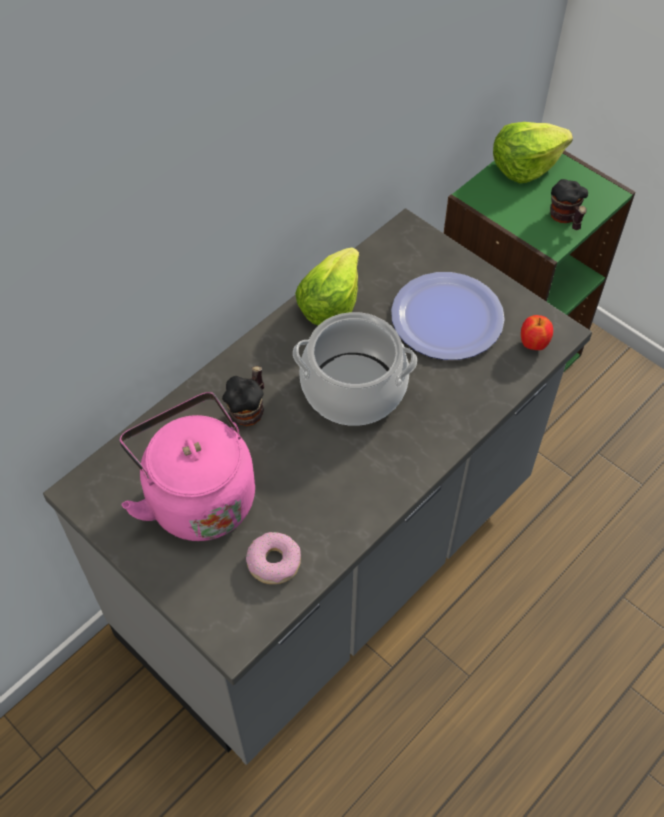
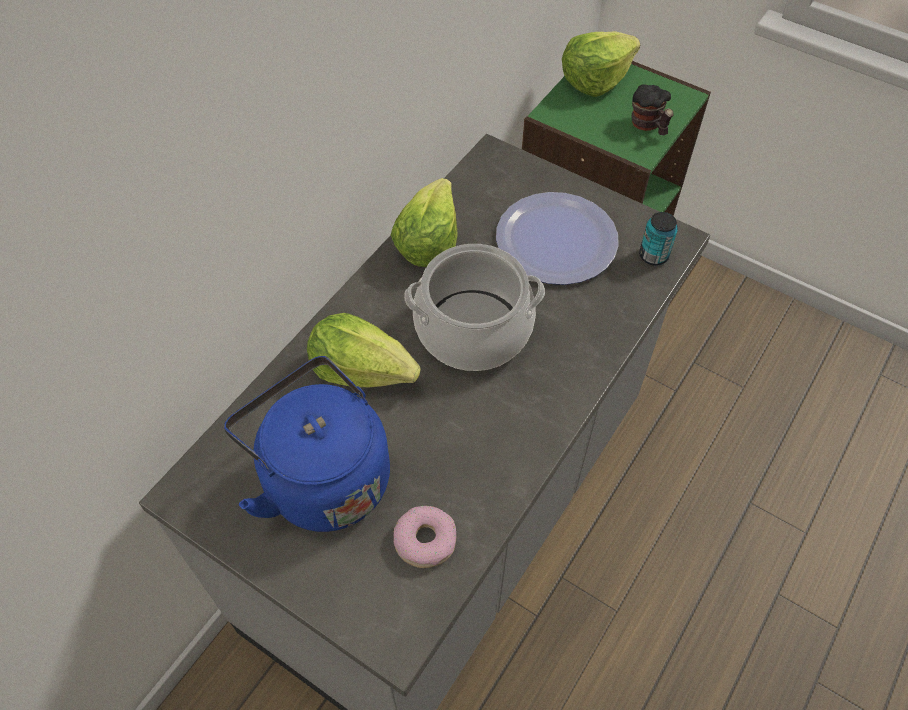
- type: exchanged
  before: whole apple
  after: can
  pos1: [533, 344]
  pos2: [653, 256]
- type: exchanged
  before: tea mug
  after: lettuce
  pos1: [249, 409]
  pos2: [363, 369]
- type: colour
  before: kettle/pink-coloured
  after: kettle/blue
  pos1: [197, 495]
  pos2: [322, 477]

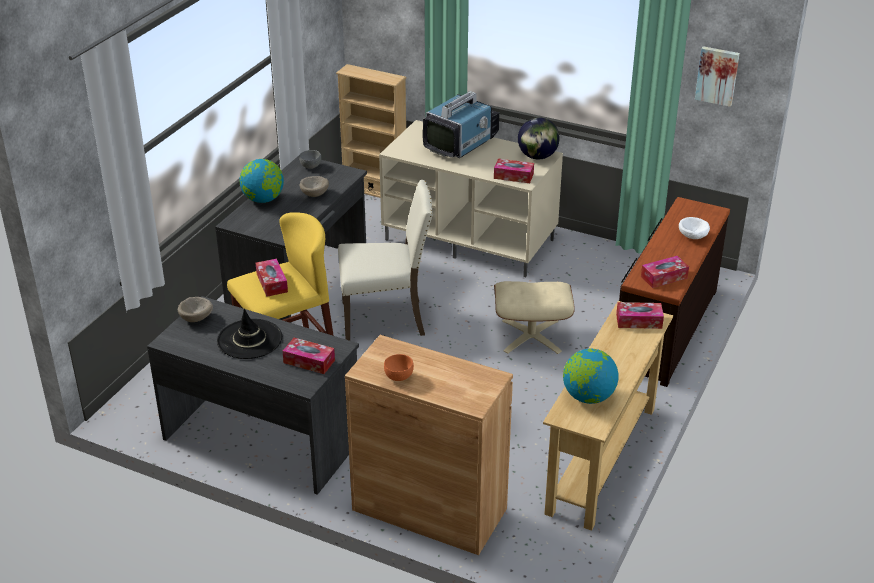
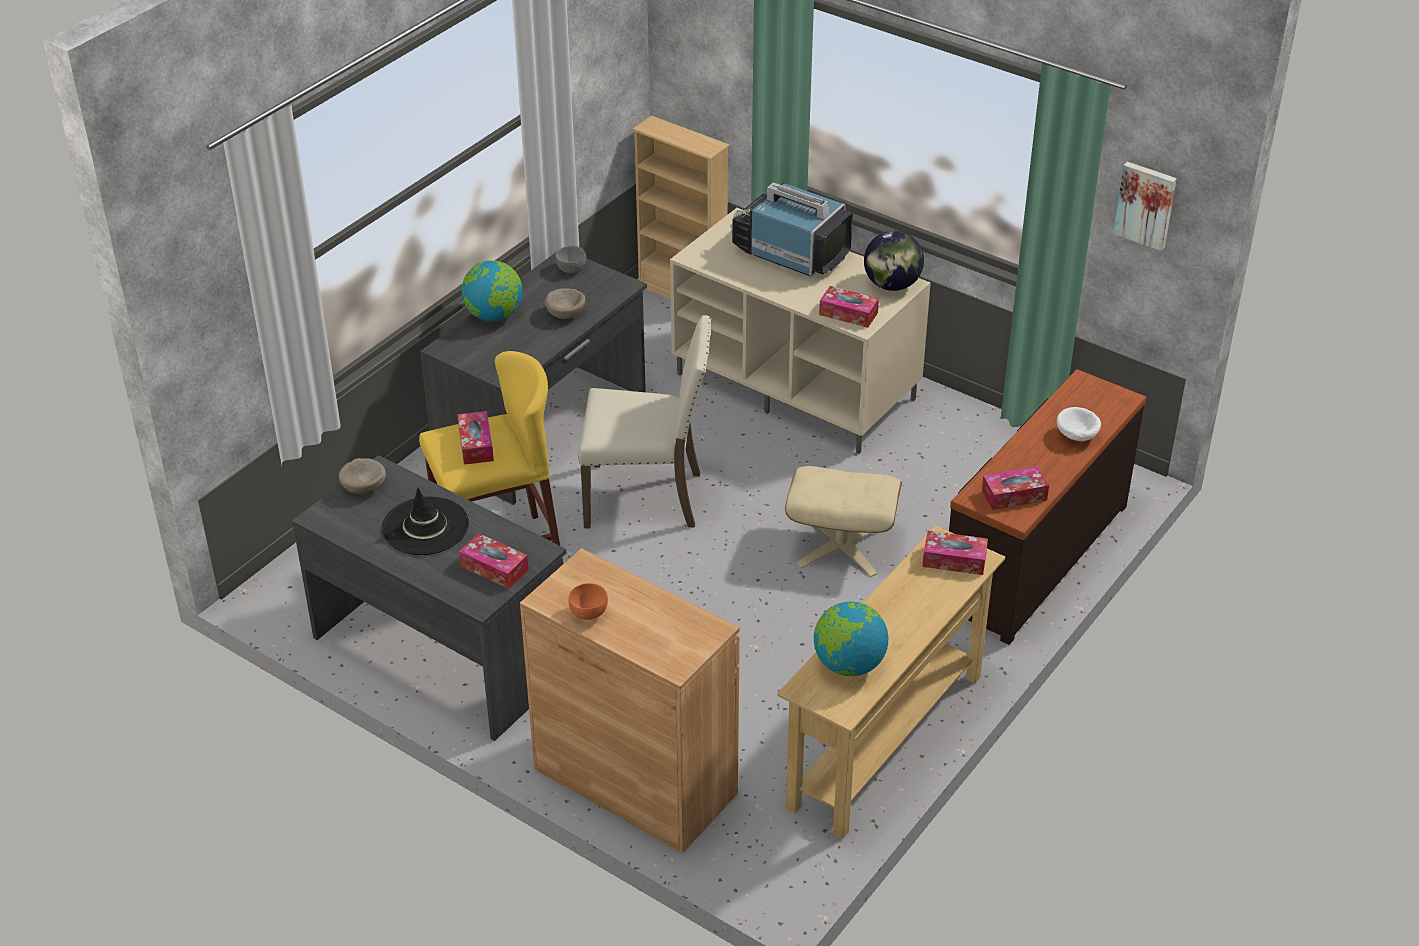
- type: spun
  before: TV set
  pos1: [461, 143]
  pos2: [790, 253]
  turn: -105

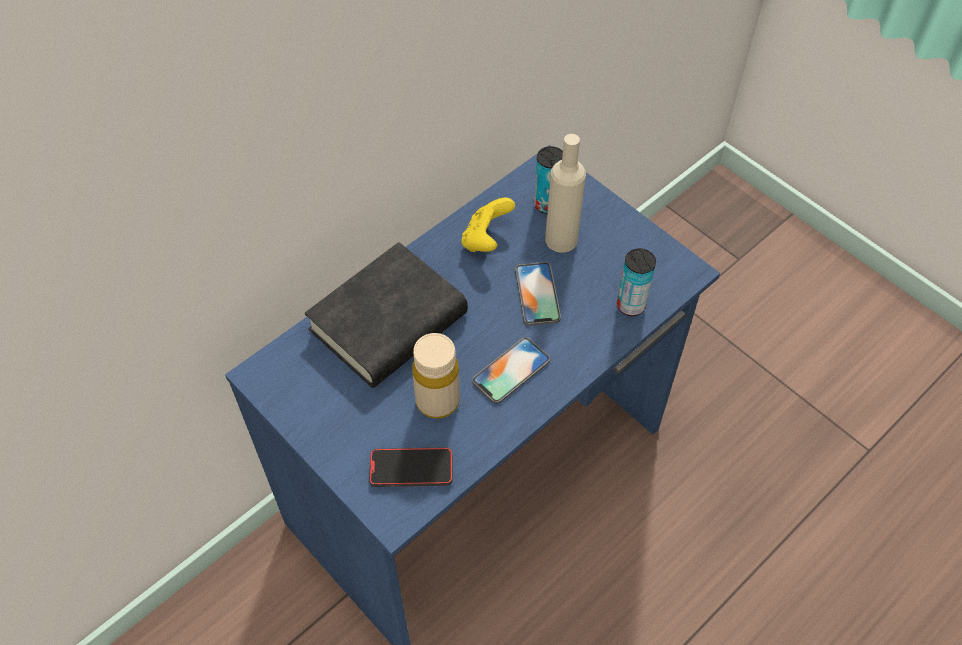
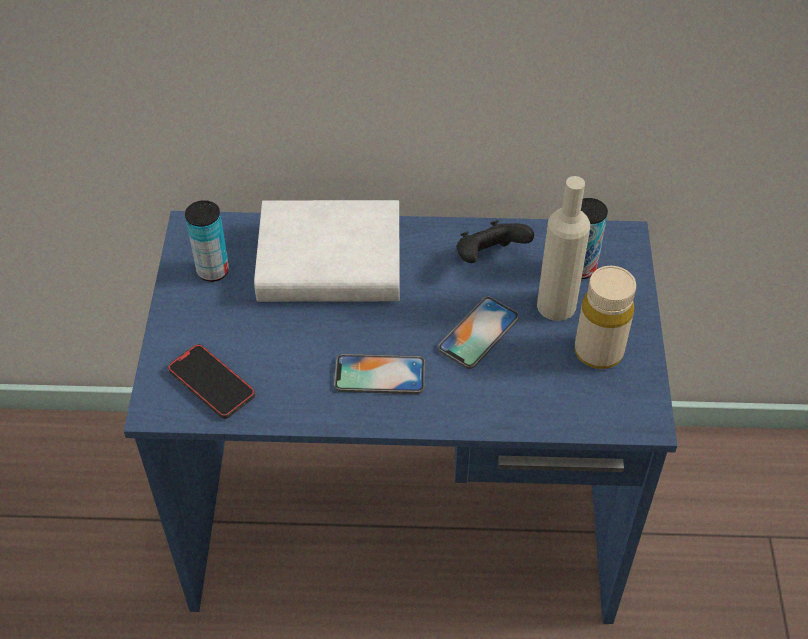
- type: colour
  before: joypad/yellow
  after: joypad/black-coloured
  pos1: [486, 239]
  pos2: [489, 258]
- type: colour
  before: bound book/black-coloured
  after: bound book/whitish
  pos1: [388, 322]
  pos2: [330, 263]
- type: relocated
  before: can
  pos1: [630, 305]
  pos2: [213, 270]
- type: relocated
  before: bottle/beige
  pos1: [437, 401]
  pos2: [598, 351]

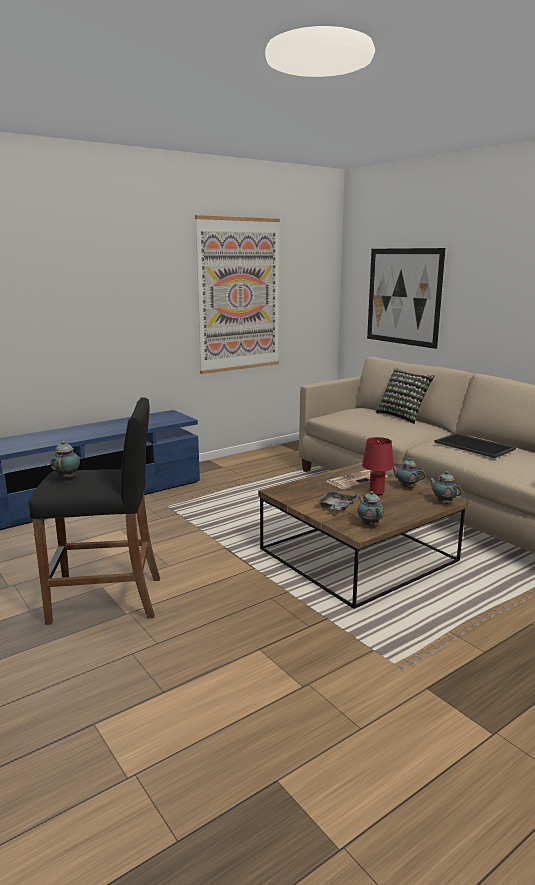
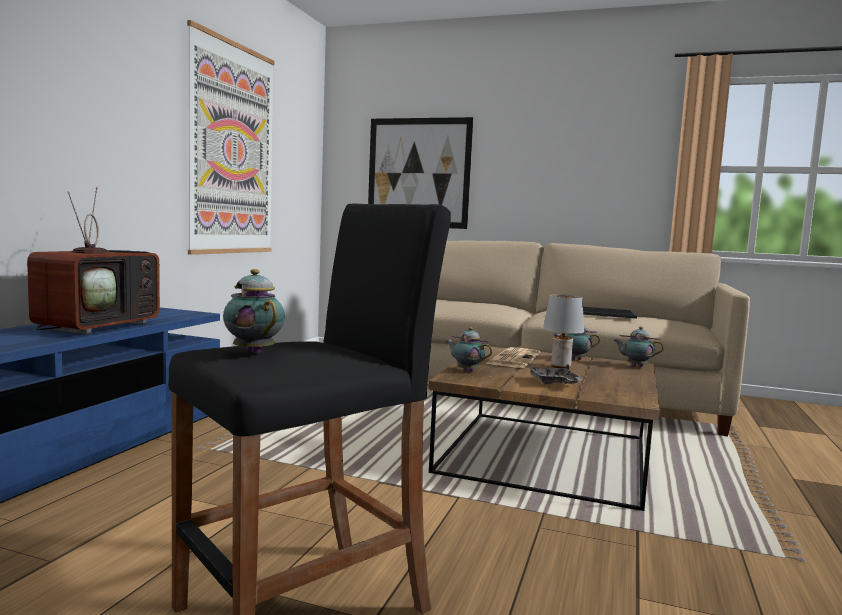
- type: missing
  before: pillow
  pos1: [403, 416]
- type: colour
  before: table lamp/reddish
  after: table lamp/grey
  pos1: [376, 493]
  pos2: [561, 367]
- type: relocated
  before: tea pot
  pos1: [369, 524]
  pos2: [466, 371]
- type: appeared
  after: TV set
  pos2: [98, 326]

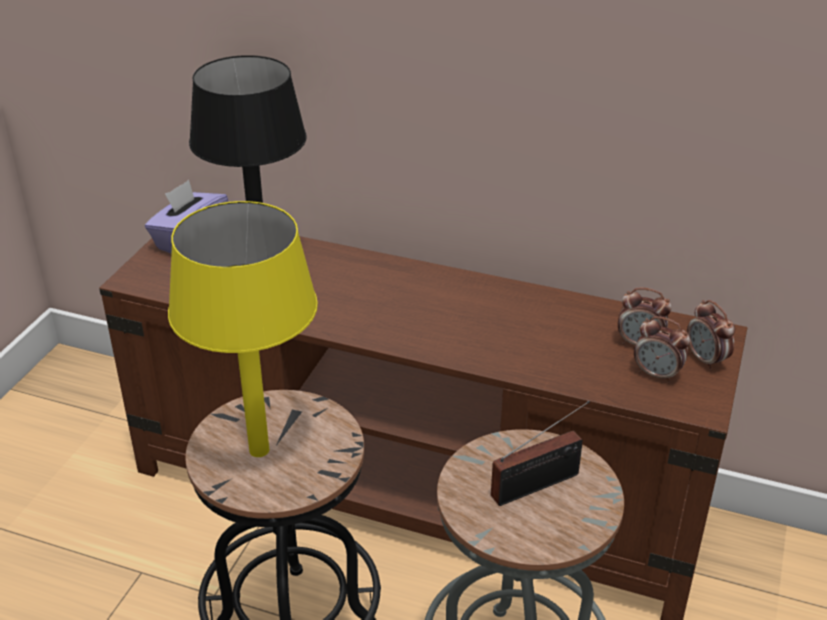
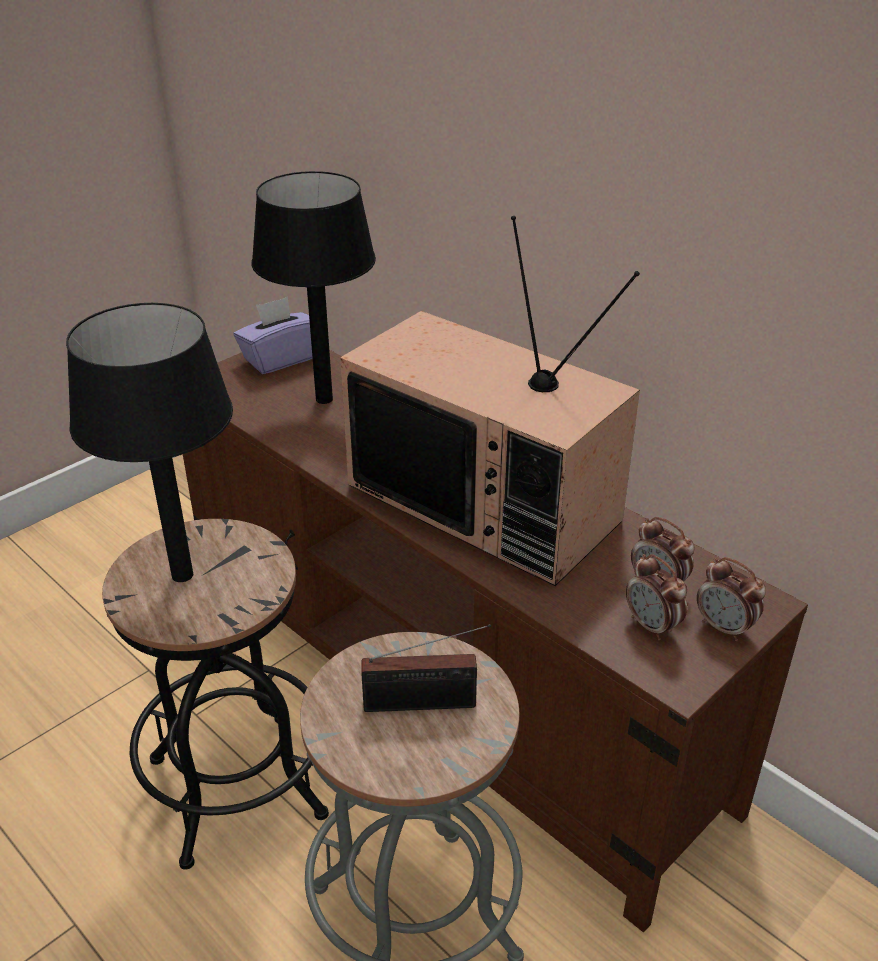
- type: colour
  before: table lamp/yellow
  after: table lamp/black-coloured
  pos1: [259, 449]
  pos2: [183, 574]
- type: spun
  before: alarm clock
  pos1: [706, 360]
  pos2: [724, 628]
  turn: -45
- type: appeared
  after: TV set
  pos2: [489, 502]

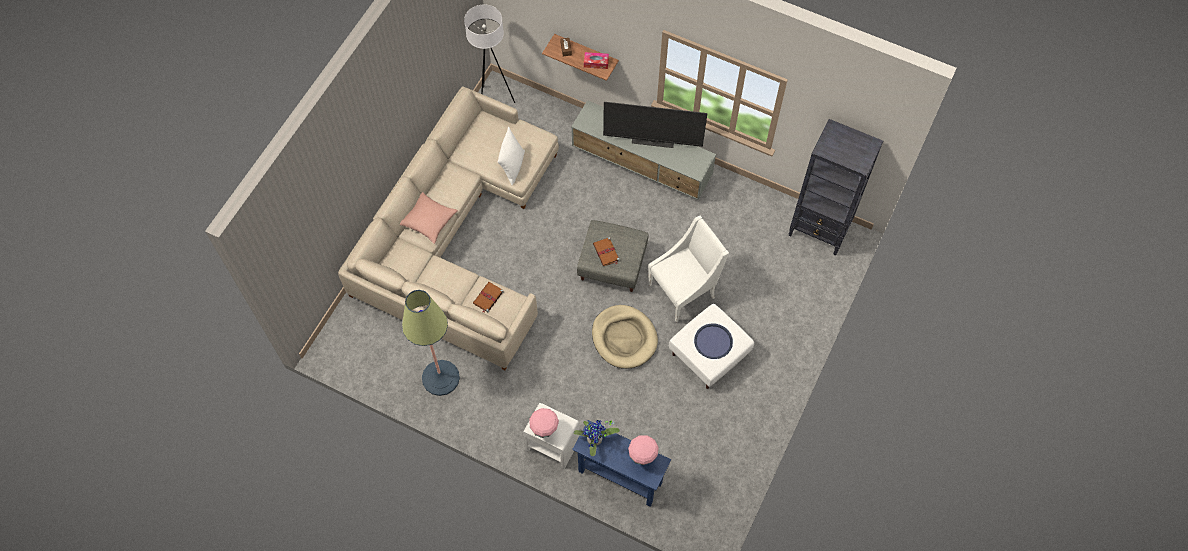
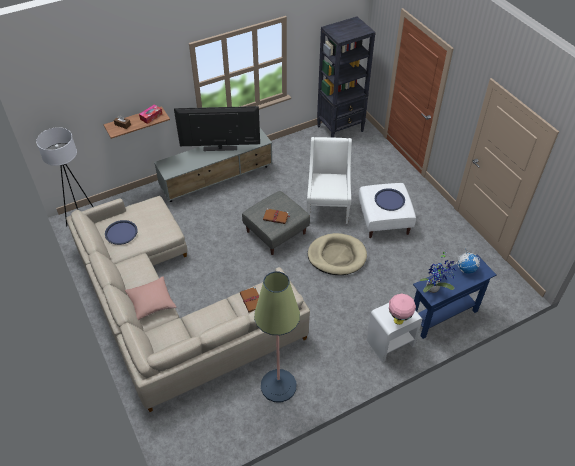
- type: spun
  before: TV set
  pos1: [652, 142]
  pos2: [220, 148]
  turn: -135
- type: missing
  before: pillow/whitish
  pos1: [512, 167]
- type: exchanged
  before: table lamp/pink-coloured
  after: desk globe
  pos1: [642, 458]
  pos2: [466, 269]
- type: appeared
  after: serving tray/blue
  pos2: [121, 233]

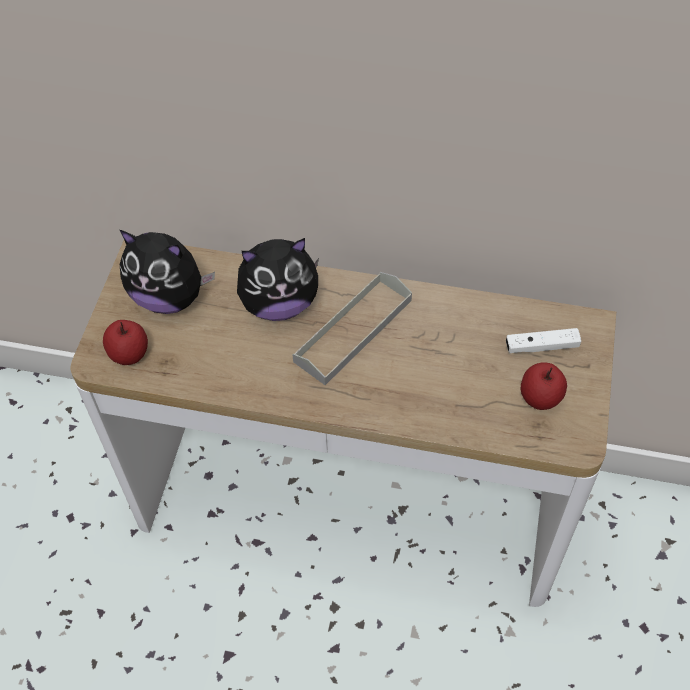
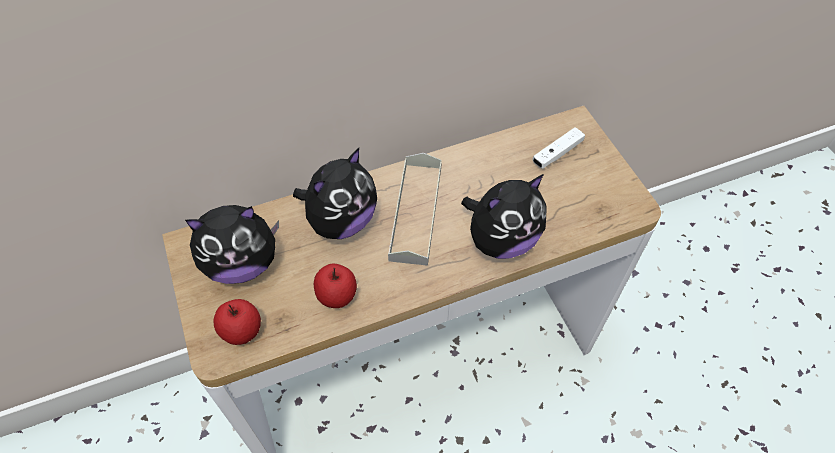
- type: relocated
  before: whole apple
  pos1: [540, 397]
  pos2: [337, 295]
- type: appeared
  after: cuddly toy
  pos2: [501, 240]

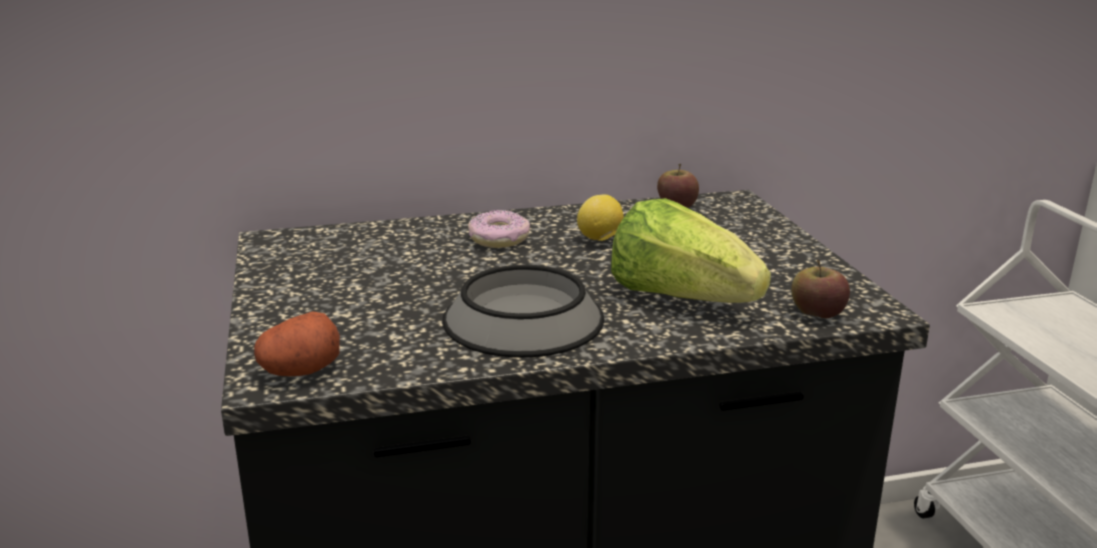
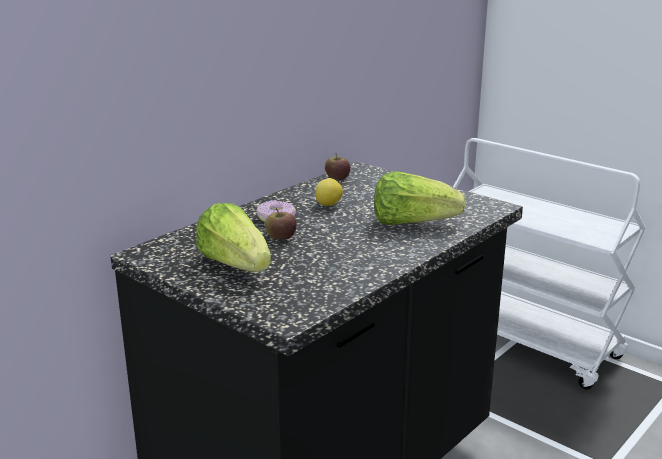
- type: relocated
  before: whole apple
  pos1: [817, 313]
  pos2: [280, 237]
- type: missing
  before: bowl
  pos1: [522, 319]
- type: missing
  before: spud
  pos1: [300, 371]
- type: appeared
  after: lettuce
  pos2: [235, 265]

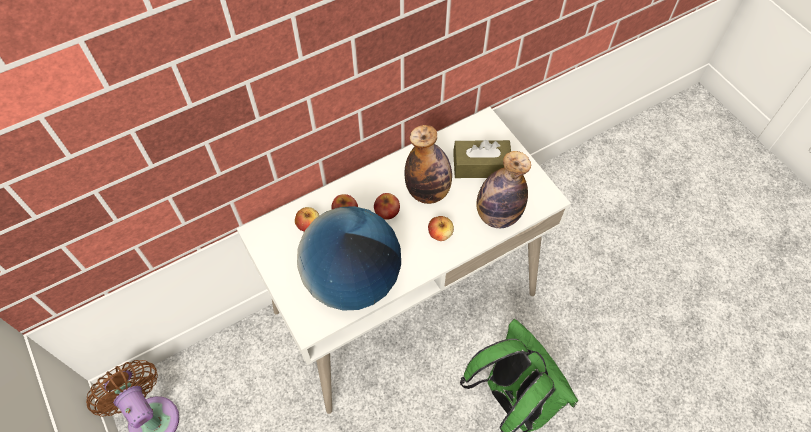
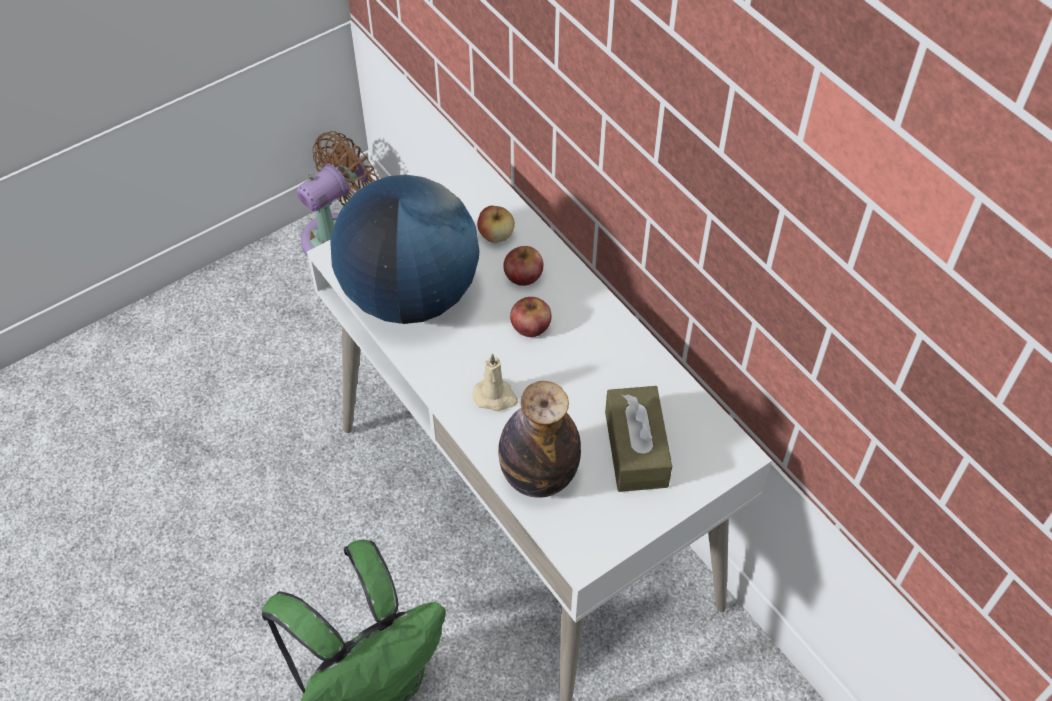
- type: missing
  before: bottle
  pos1: [428, 191]
- type: exchanged
  before: whole apple
  after: candle/beige
  pos1: [440, 234]
  pos2: [496, 396]

